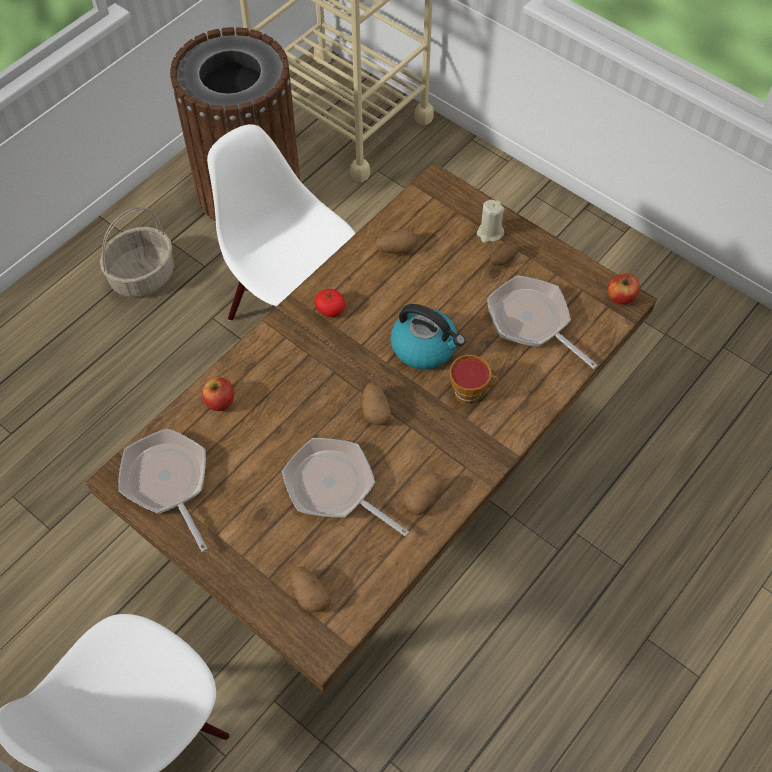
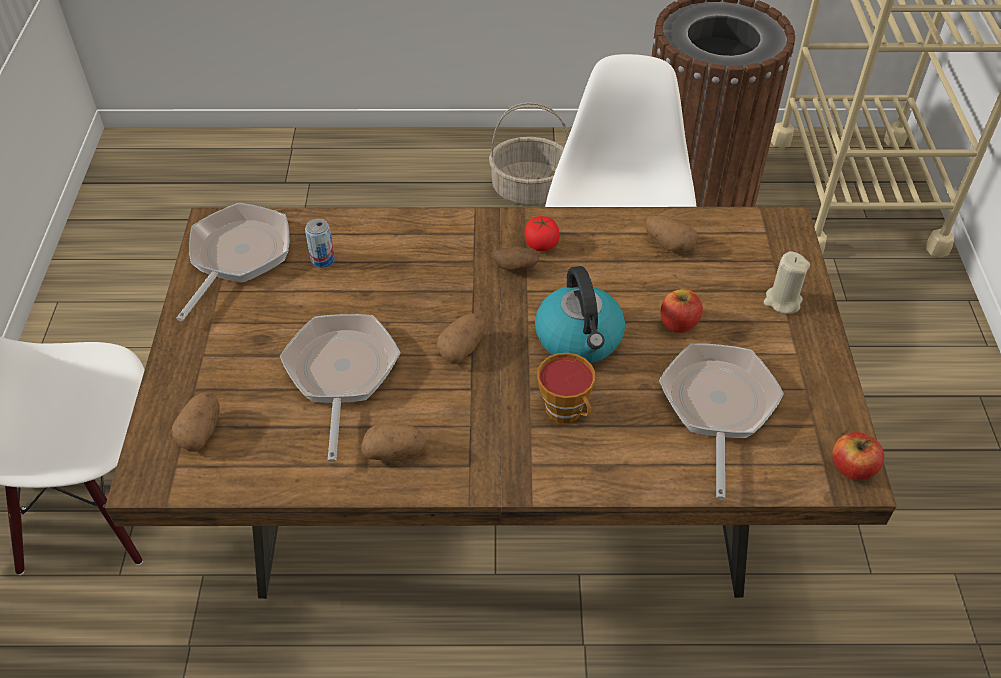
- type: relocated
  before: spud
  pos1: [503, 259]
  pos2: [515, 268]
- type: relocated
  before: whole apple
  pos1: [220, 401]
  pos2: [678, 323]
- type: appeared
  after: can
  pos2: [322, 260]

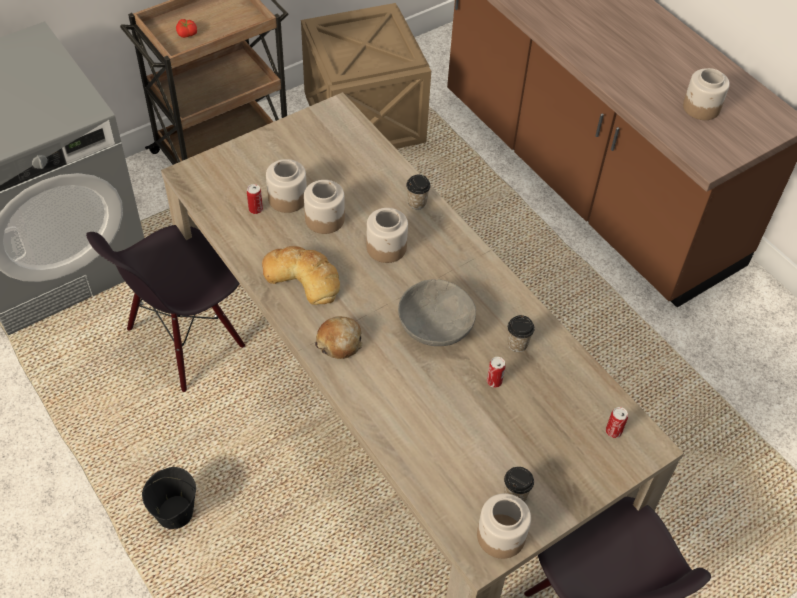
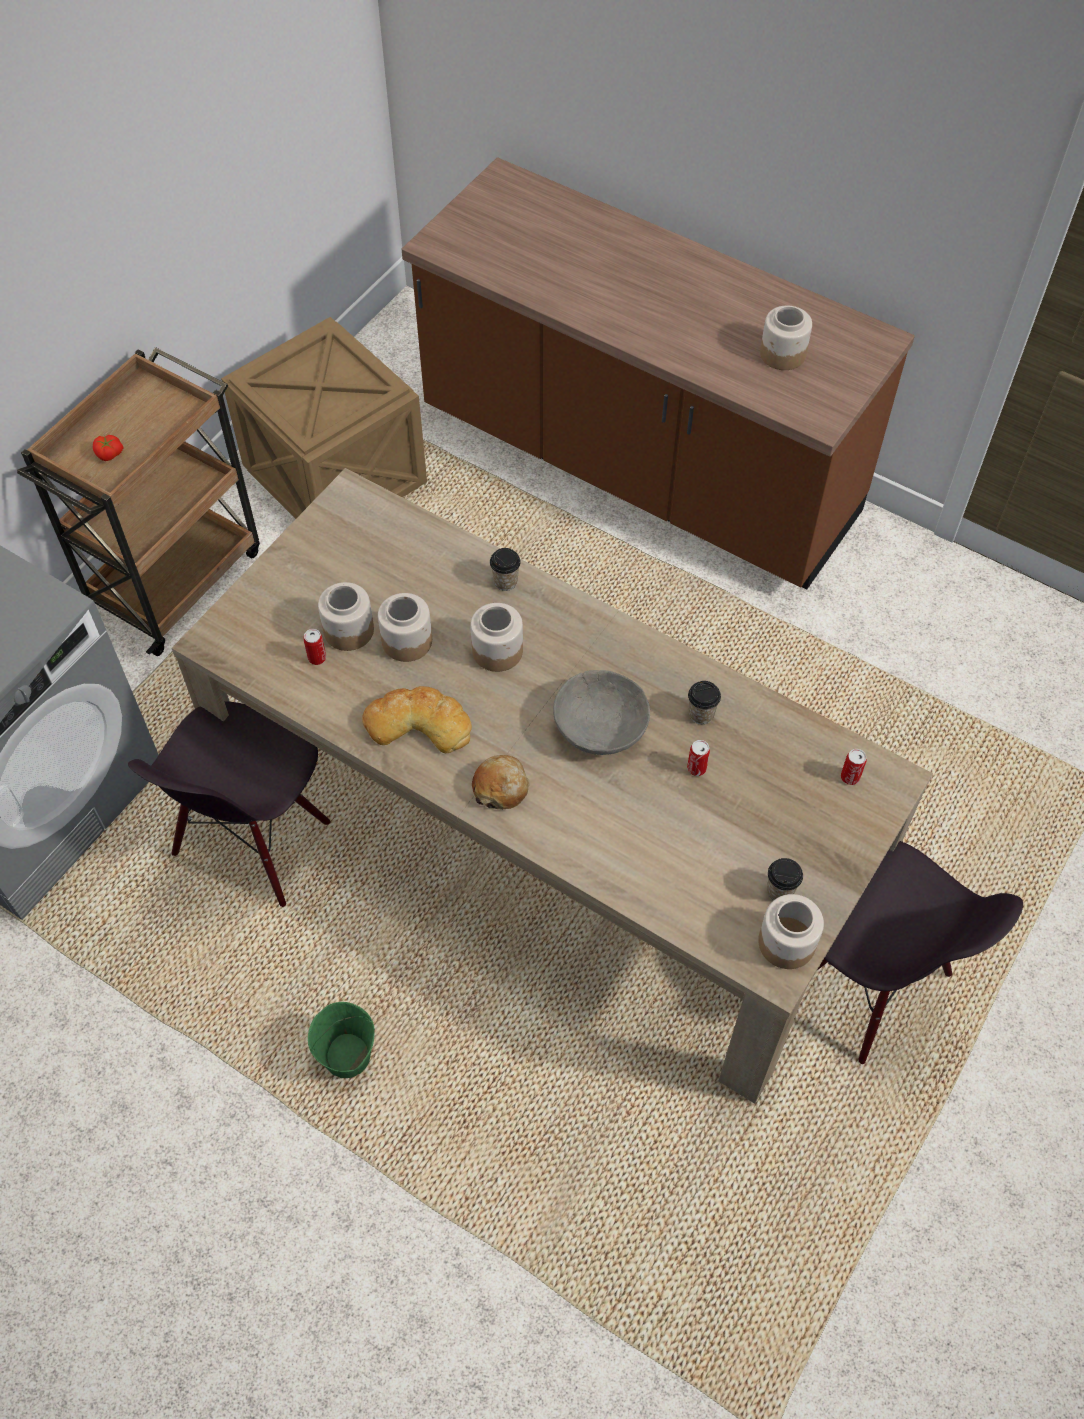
- type: colour
  before: pail/black-coloured
  after: pail/green
  pos1: [175, 513]
  pos2: [348, 1057]

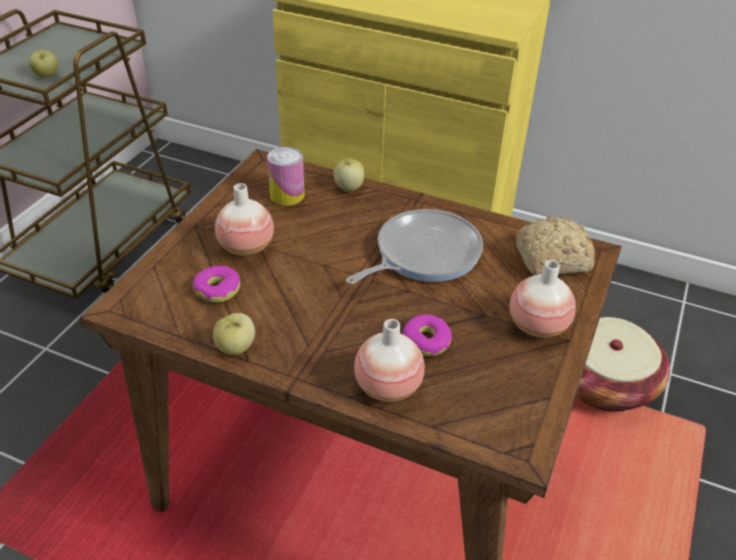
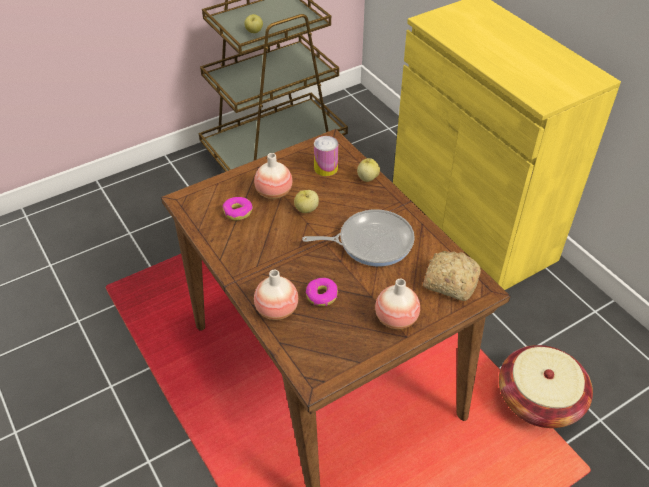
- type: relocated
  before: whole apple
  pos1: [236, 348]
  pos2: [306, 209]

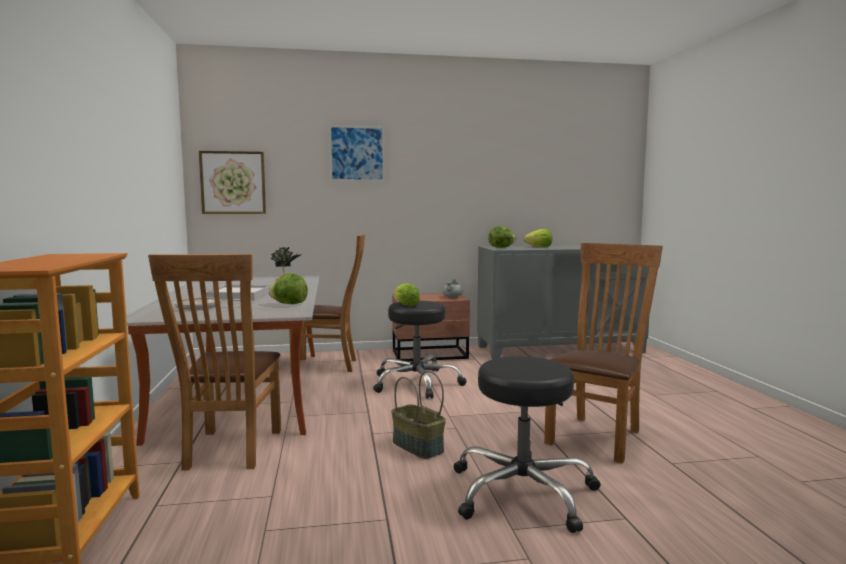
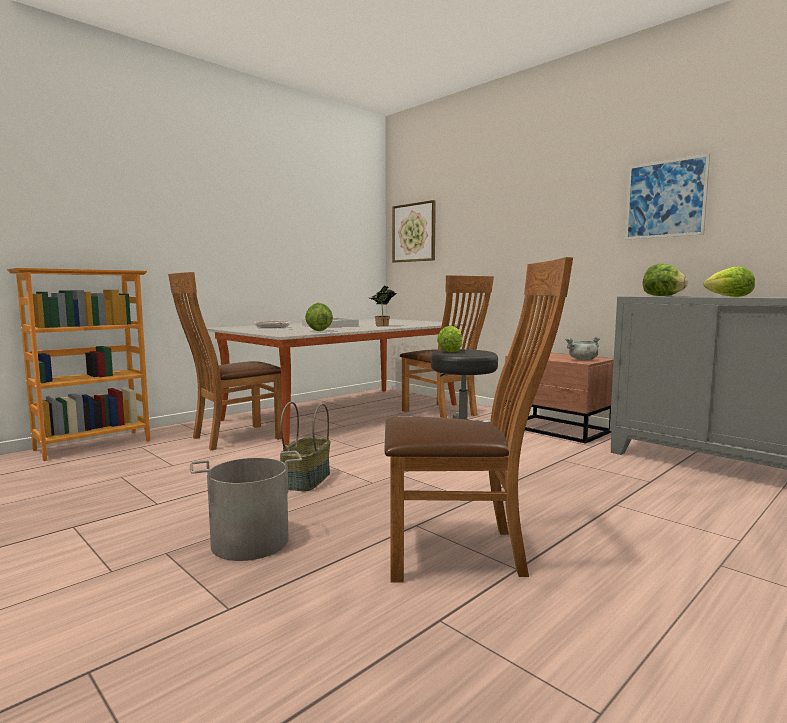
- type: relocated
  before: wall art
  pos1: [357, 154]
  pos2: [665, 199]
- type: exchanged
  before: stool seat/black-coloured
  after: pail/grey
  pos1: [522, 492]
  pos2: [250, 541]

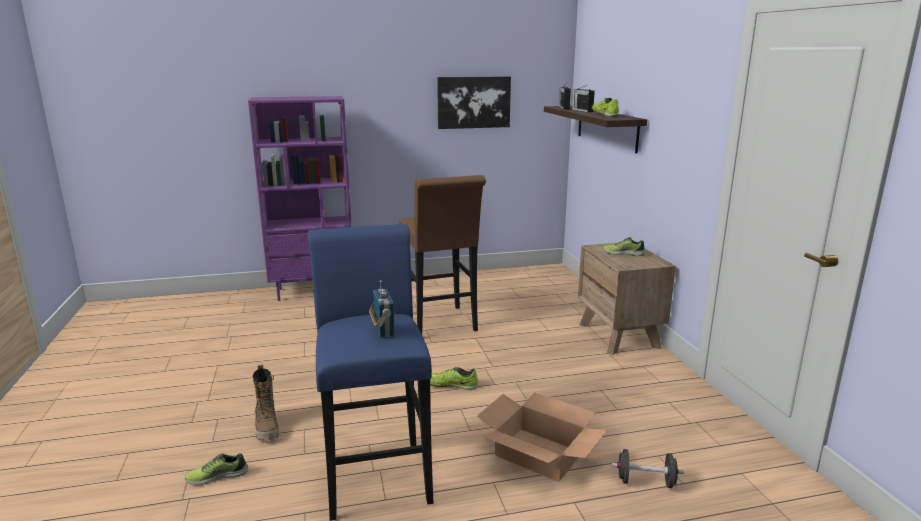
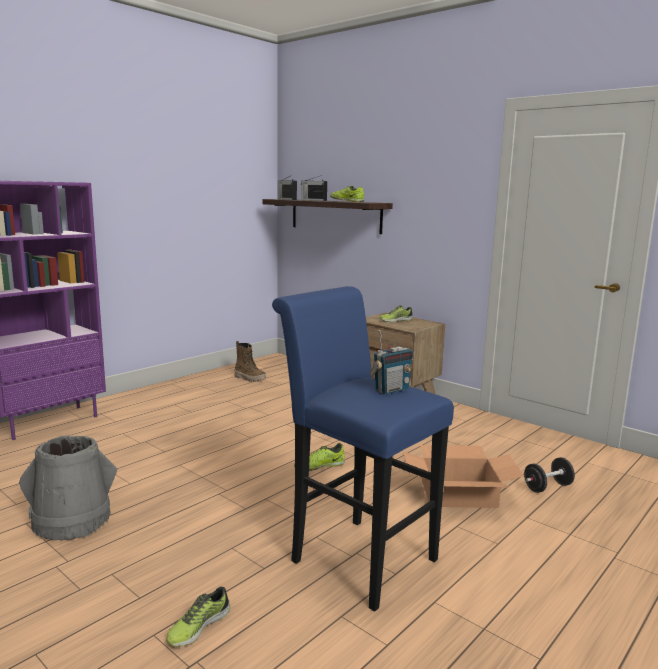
- type: missing
  before: wall art
  pos1: [473, 102]
- type: missing
  before: stool seat/brown
  pos1: [441, 325]
- type: spun
  before: radio set
  pos1: [383, 331]
  pos2: [391, 390]
  turn: 105
- type: relocated
  before: tall boot
  pos1: [267, 428]
  pos2: [250, 378]
- type: appeared
  after: pail/grey
  pos2: [72, 521]

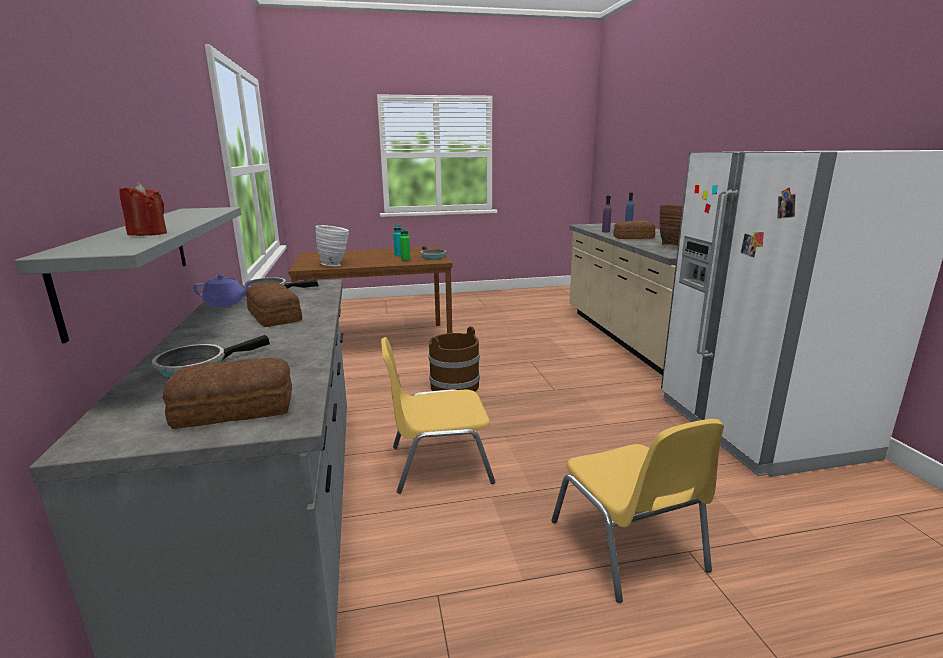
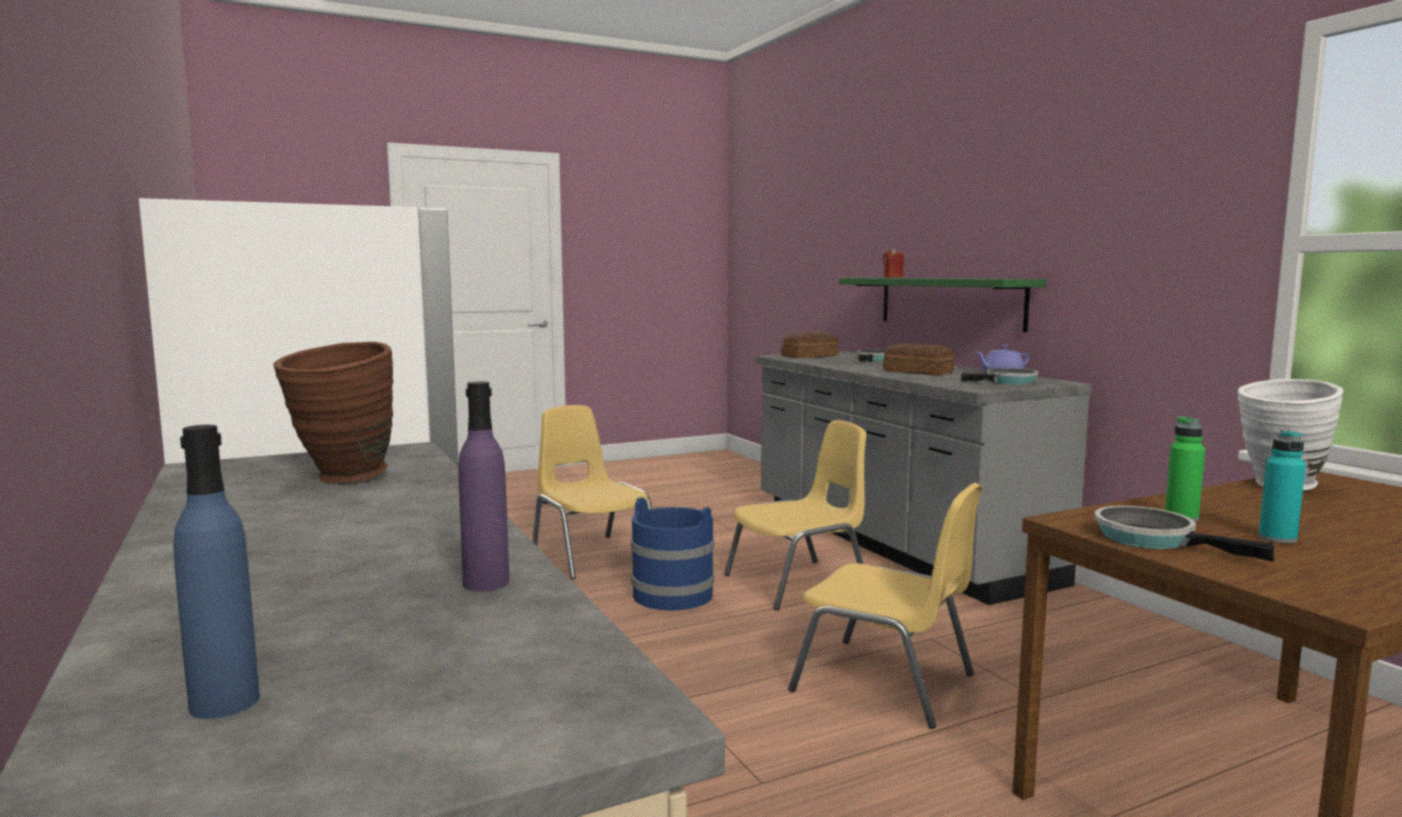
- type: colour
  before: shelf/grey
  after: shelf/green
  pos1: [131, 260]
  pos2: [949, 302]
- type: missing
  before: baked bread
  pos1: [632, 237]
- type: exchanged
  before: pail/brown
  after: plain chair/yellow
  pos1: [454, 386]
  pos2: [886, 683]
- type: appeared
  after: pail/blue
  pos2: [673, 595]

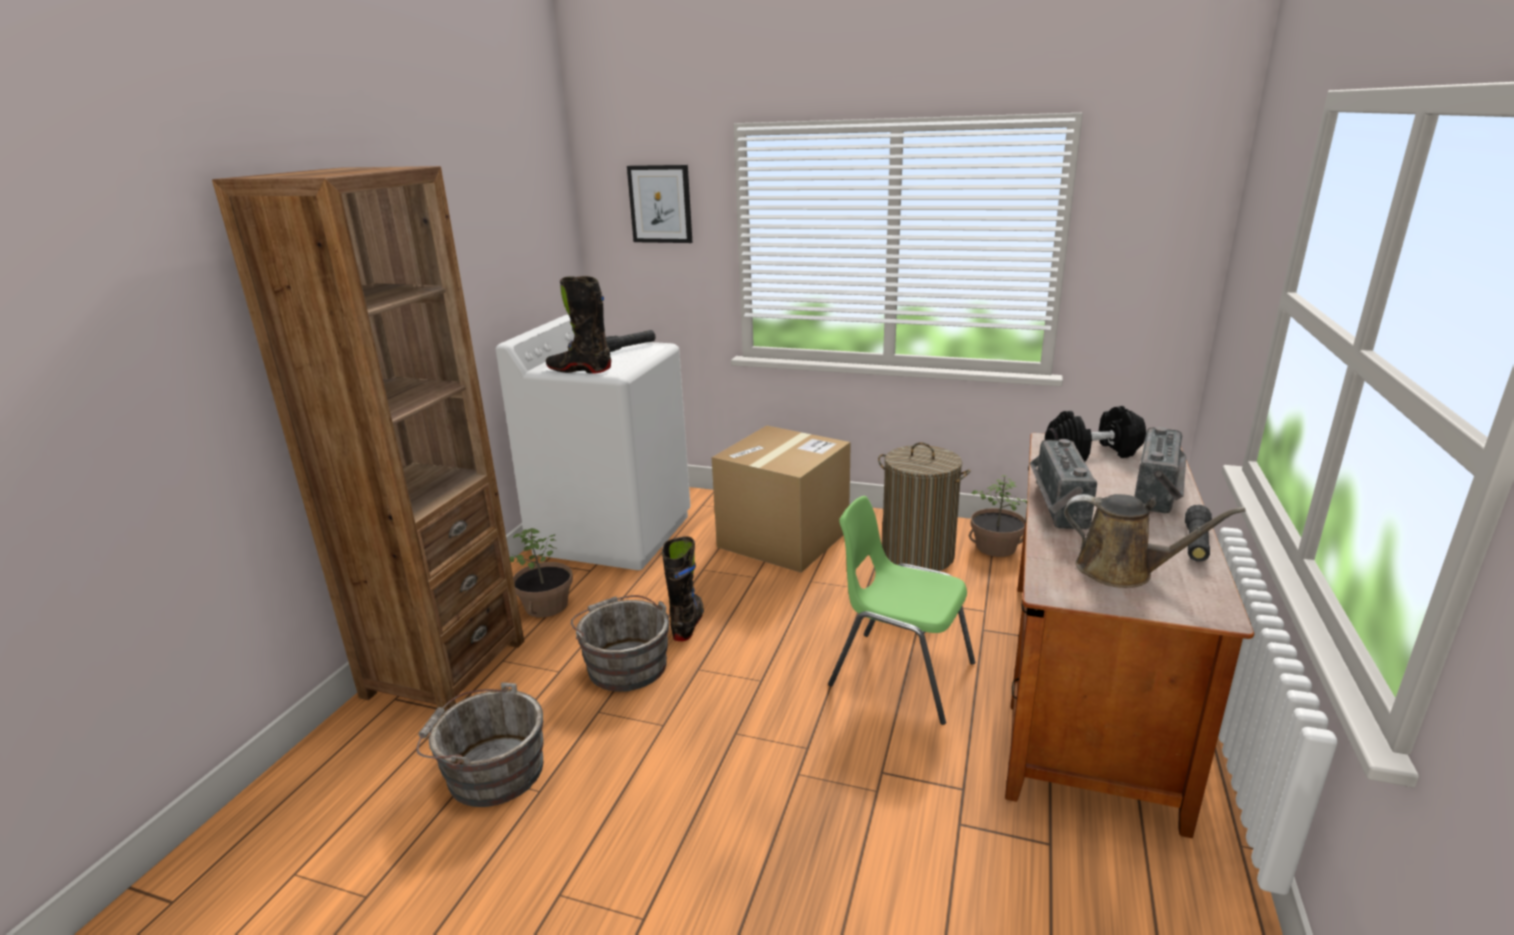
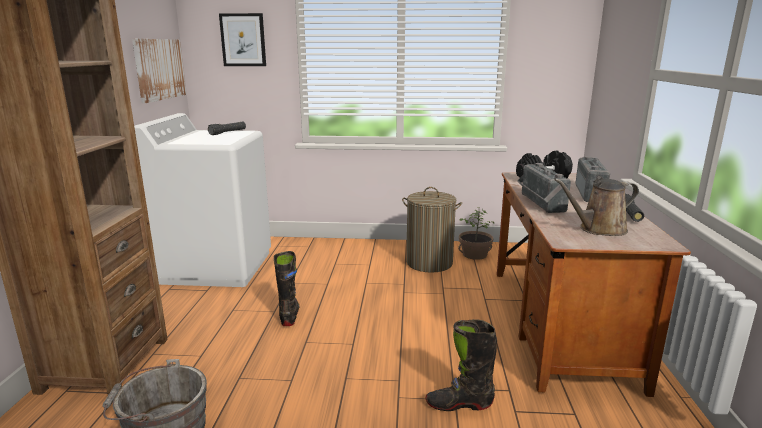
- type: relocated
  before: tall boot/black-coloured
  pos1: [580, 370]
  pos2: [459, 404]
- type: missing
  before: carton
  pos1: [783, 538]
- type: spun
  before: sprinkling can/brown
  pos1: [1122, 571]
  pos2: [598, 229]
  turn: 150
- type: missing
  before: plain chair/green
  pos1: [899, 674]
- type: missing
  before: houseplant
  pos1: [547, 606]
- type: missing
  before: pail/grey
  pos1: [625, 663]
- type: appeared
  after: wall art
  pos2: [159, 69]

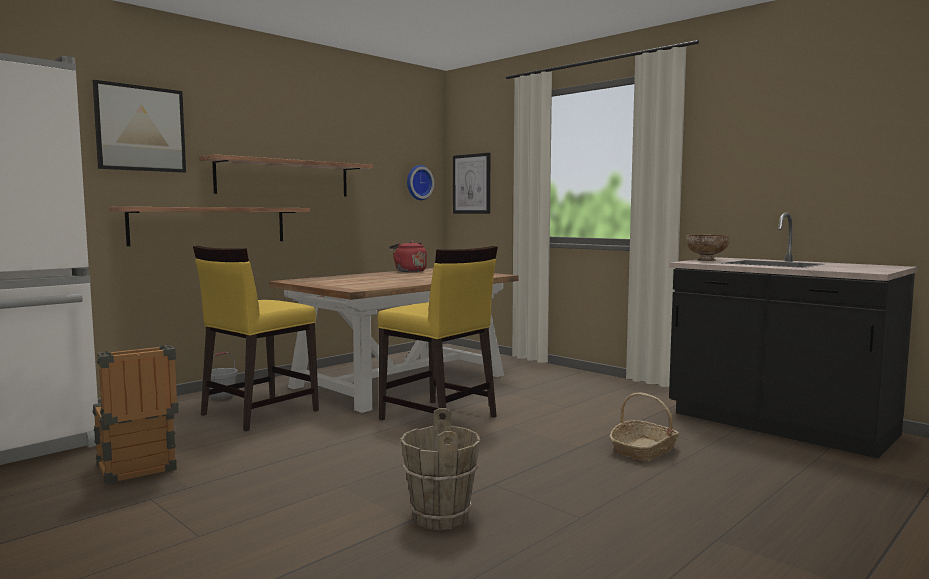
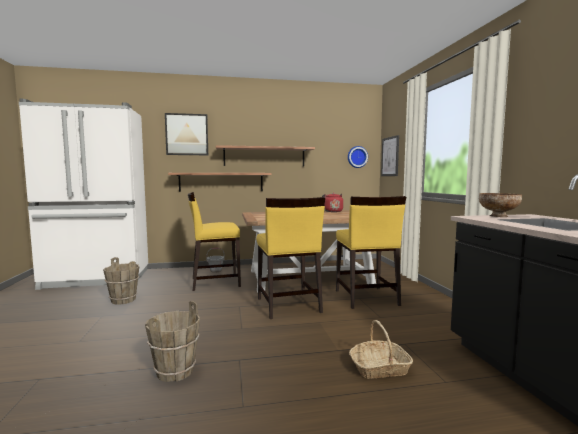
- type: exchanged
  before: crate
  after: pail/brown
  pos1: [137, 471]
  pos2: [123, 300]
- type: appeared
  after: plain chair/yellow
  pos2: [366, 298]

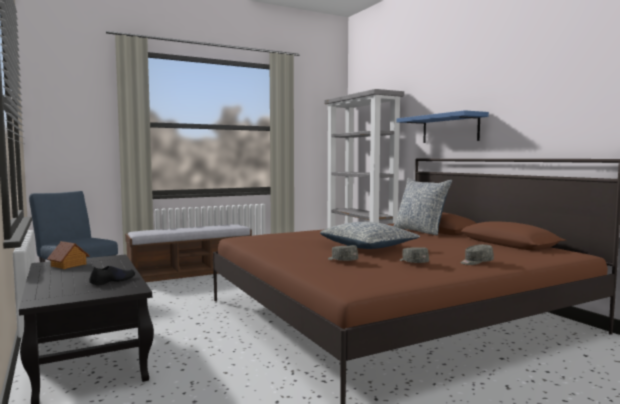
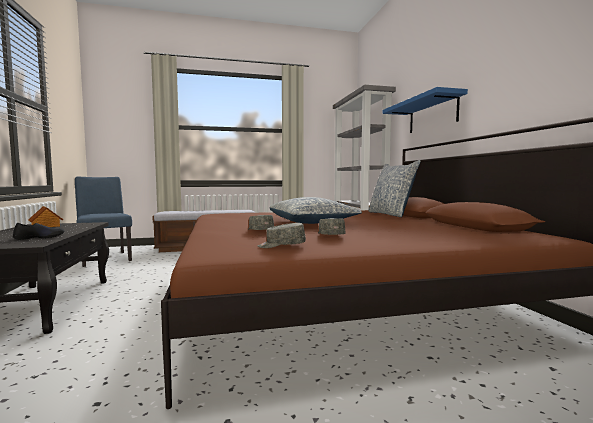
- type: relocated
  before: peaked cap/grey
  pos1: [476, 262]
  pos2: [281, 246]

